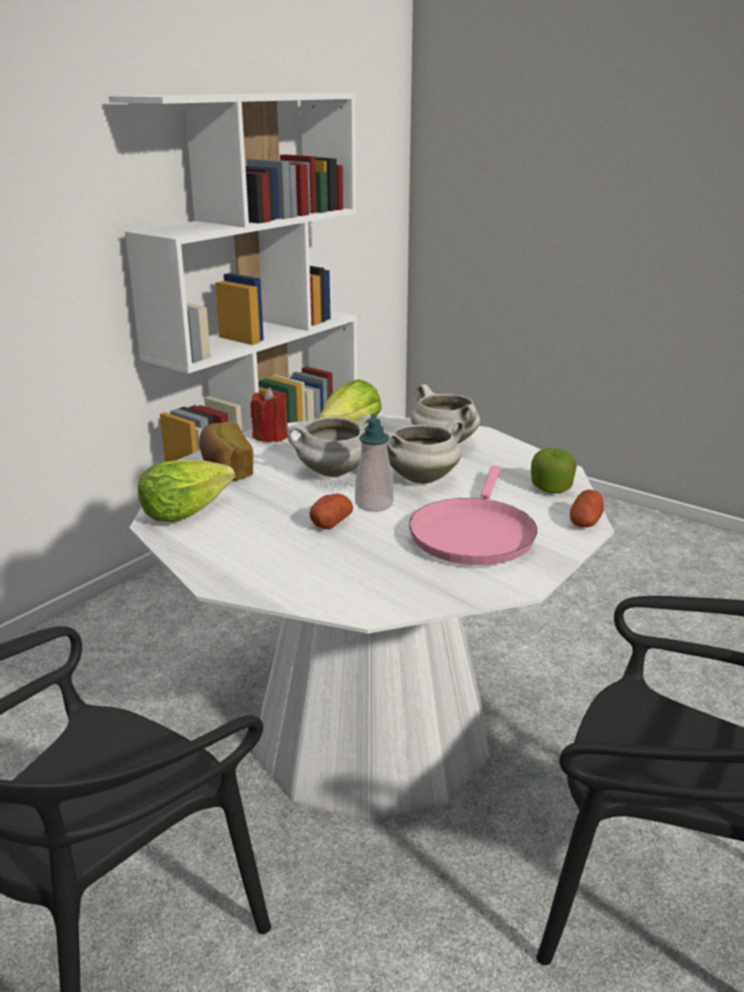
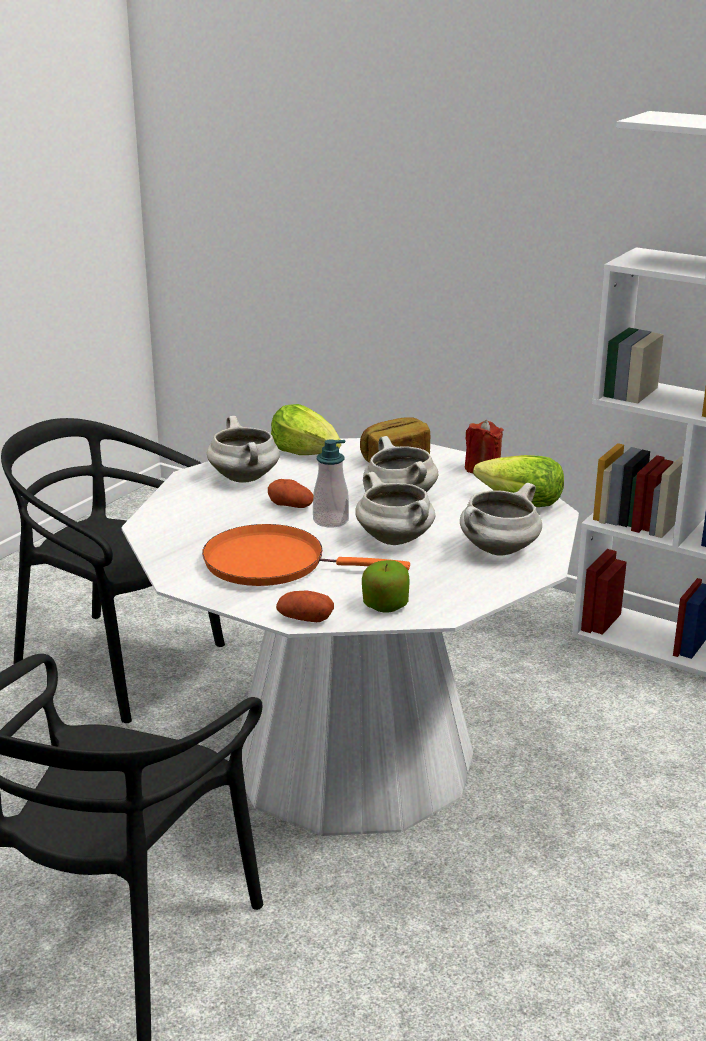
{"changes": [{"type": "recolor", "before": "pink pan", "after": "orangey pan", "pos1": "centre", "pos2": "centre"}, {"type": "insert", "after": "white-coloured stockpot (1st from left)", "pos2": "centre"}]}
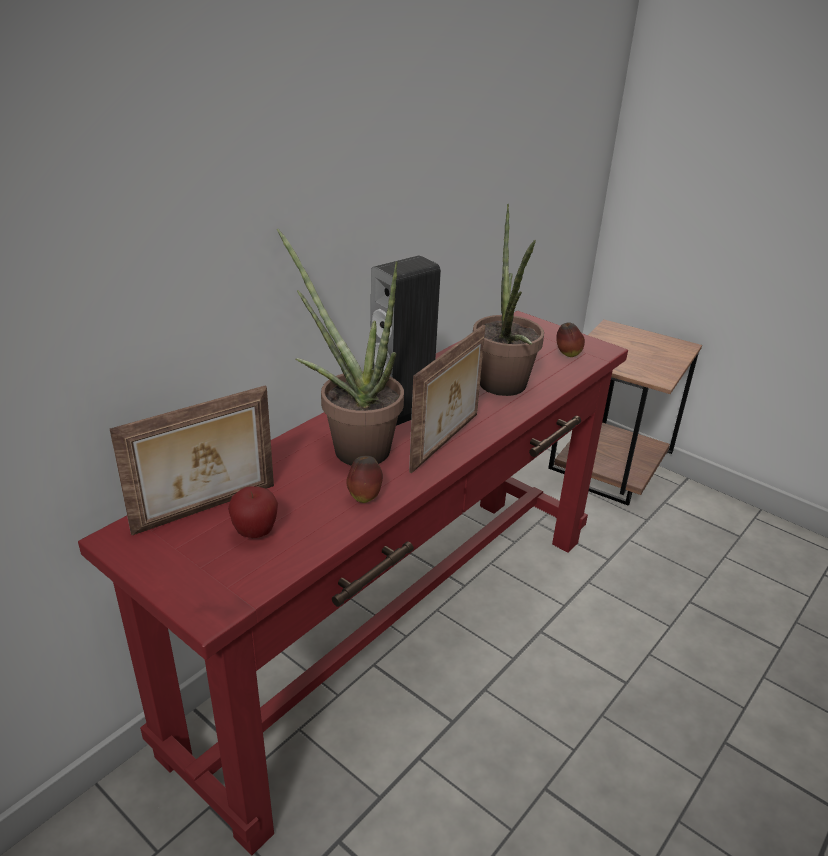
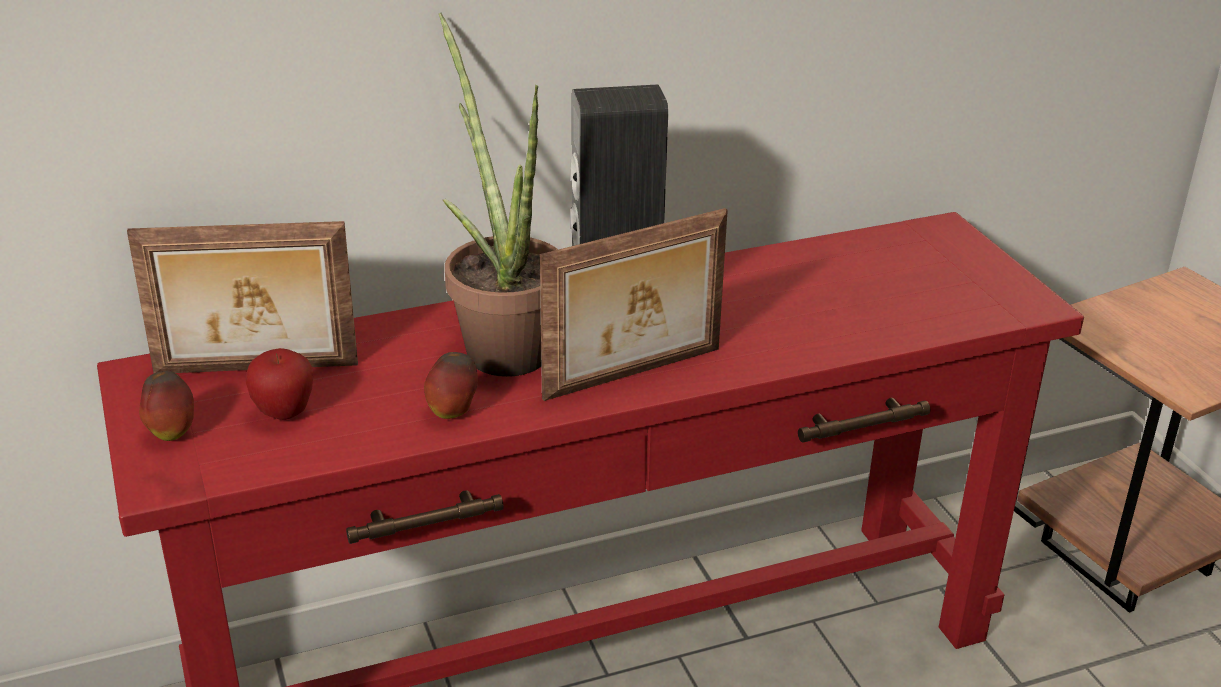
{"changes": [{"type": "move", "before": "apple (3rd from left in the first image)", "after": "apple (1st from left)", "pos1": "middle right", "pos2": "middle left"}, {"type": "delete", "before": "houseplant (2nd from left)", "pos1": "centre"}]}
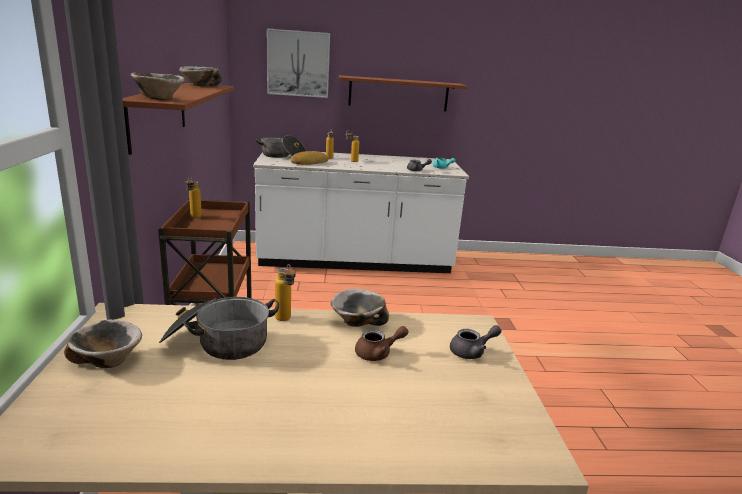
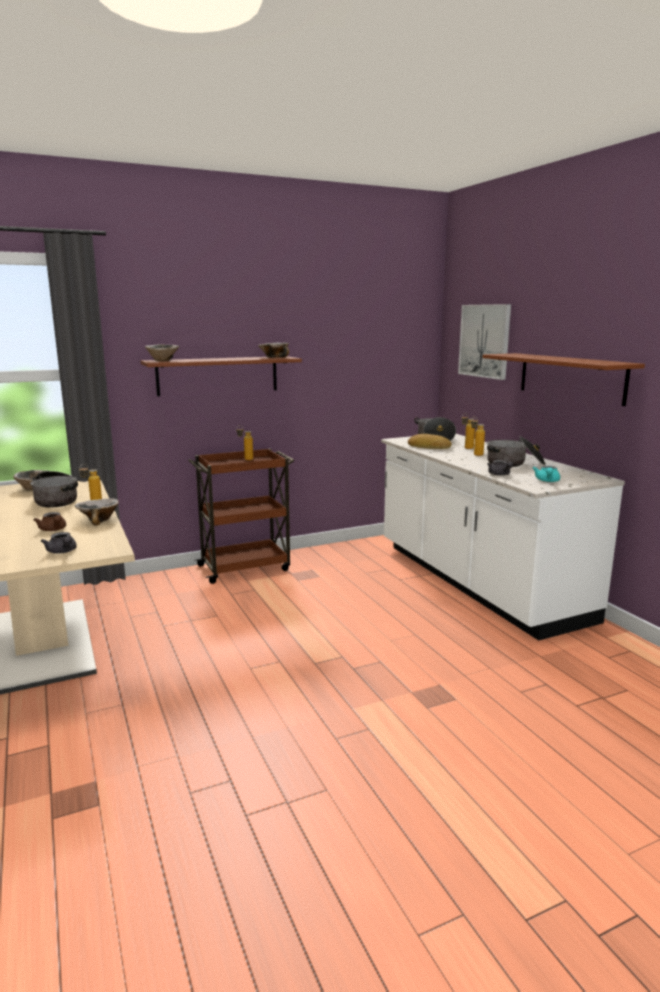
{"changes": [{"type": "insert", "after": "stockpot (3rd from left)", "pos2": "middle right"}]}
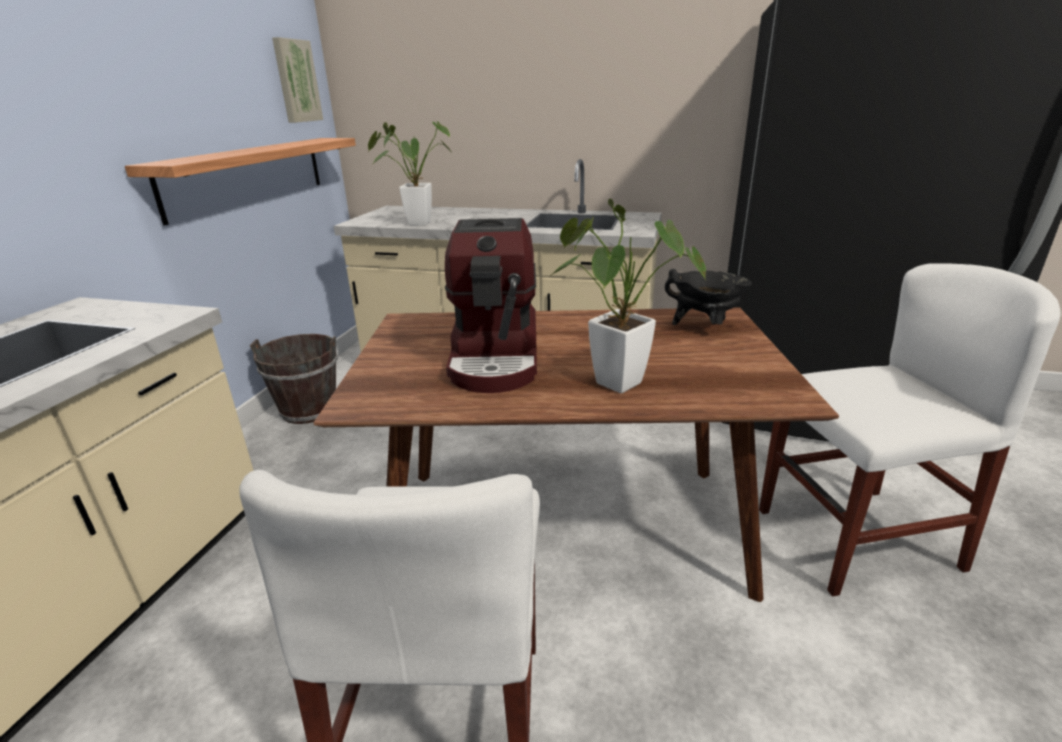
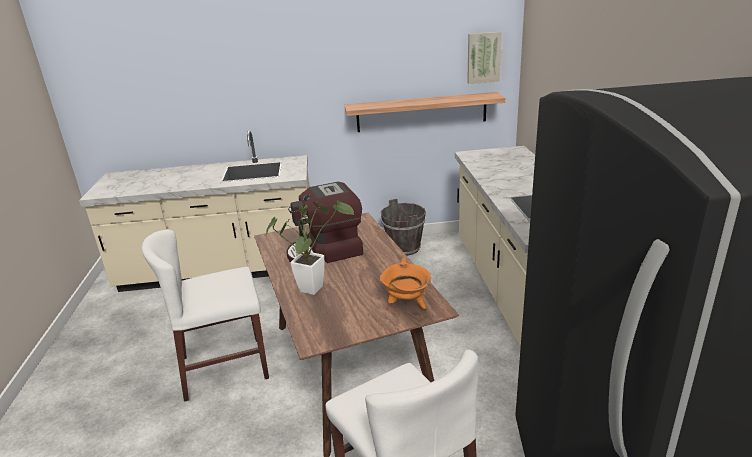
{"changes": [{"type": "recolor", "before": "black stockpot", "after": "orangey stockpot", "pos1": "middle right", "pos2": "centre"}, {"type": "delete", "before": "houseplant (1st from left)", "pos1": "top centre"}]}
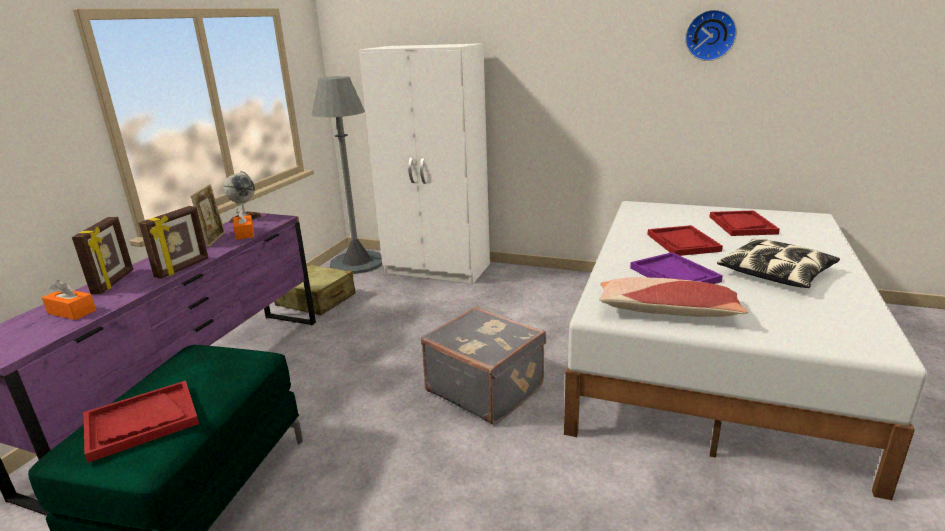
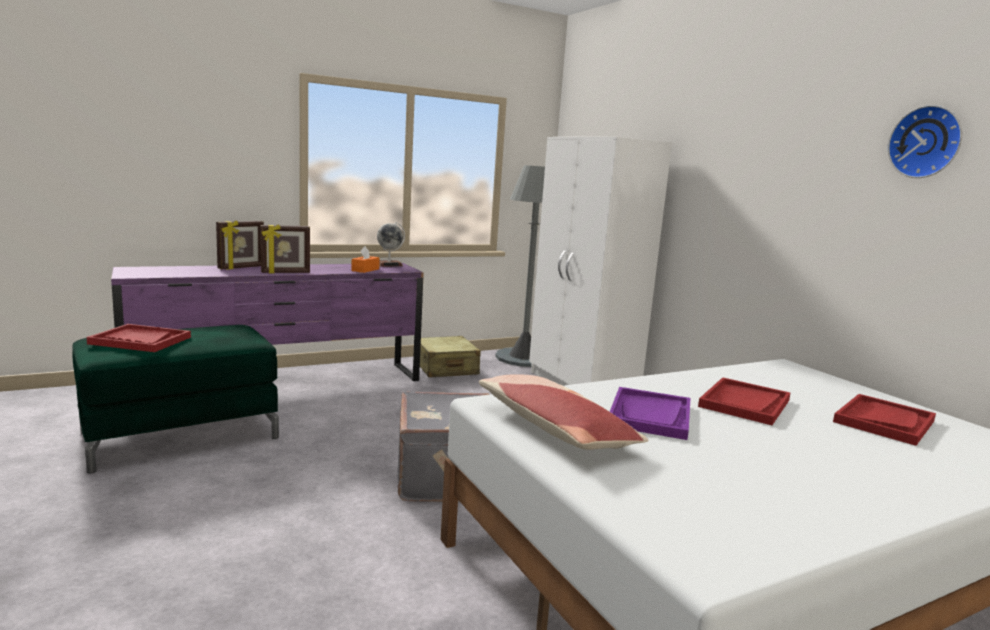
{"changes": [{"type": "delete", "before": "orangey tissue box (1st from left)", "pos1": "middle left"}, {"type": "delete", "before": "picture frame (3rd from left)", "pos1": "middle left"}, {"type": "delete", "before": "throw pillow (2nd from left)", "pos1": "middle right"}]}
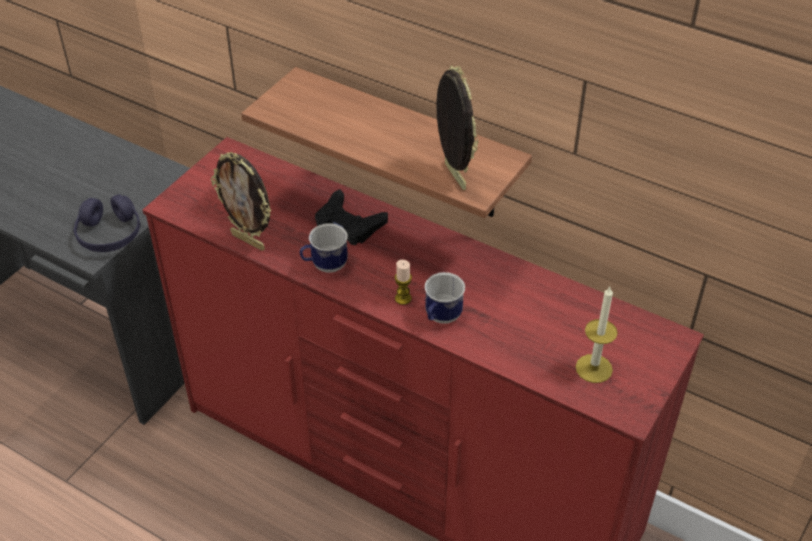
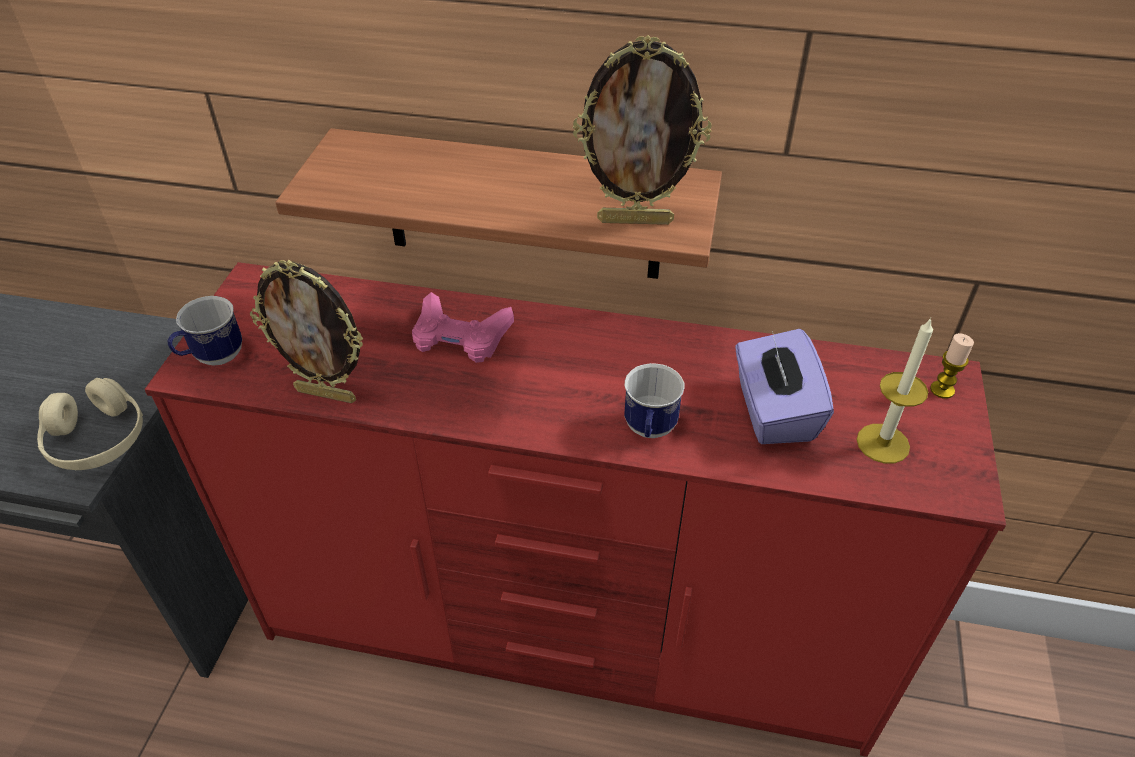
{"changes": [{"type": "recolor", "before": "purple pair of headphones", "after": "beige pair of headphones", "pos1": "middle left", "pos2": "middle left"}, {"type": "move", "before": "tea mug (1st from left)", "pos1": "centre", "pos2": "middle left"}, {"type": "recolor", "before": "black gamepad", "after": "pink gamepad", "pos1": "centre", "pos2": "centre"}, {"type": "rotate", "before": "picture frame (2nd from left)", "pos1": "top centre", "pos2": "top centre", "turn": 135}, {"type": "insert", "after": "purple tissue box", "pos2": "middle right"}, {"type": "move", "before": "wax light (1st from left in the first image)", "after": "wax light (2nd from left)", "pos1": "centre", "pos2": "middle right"}]}
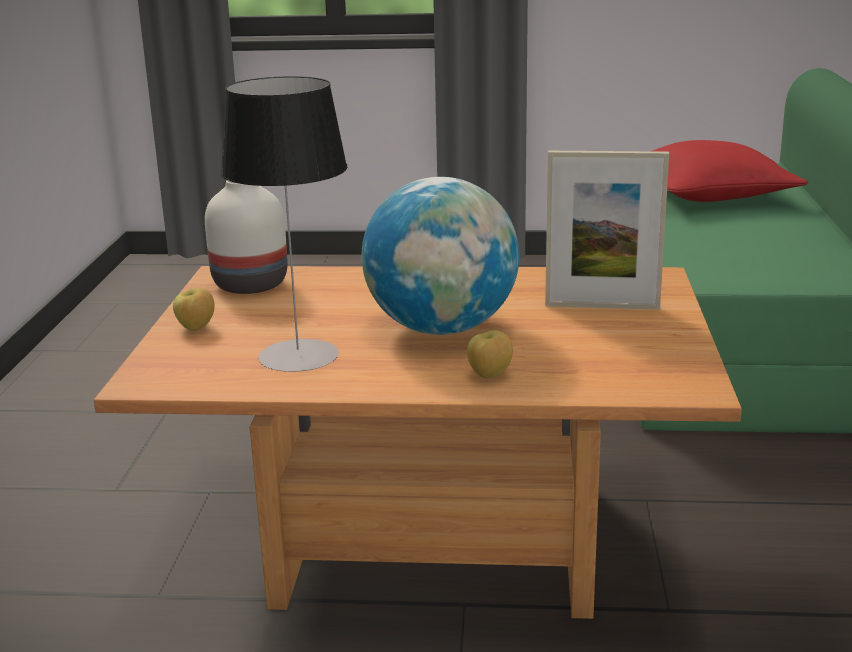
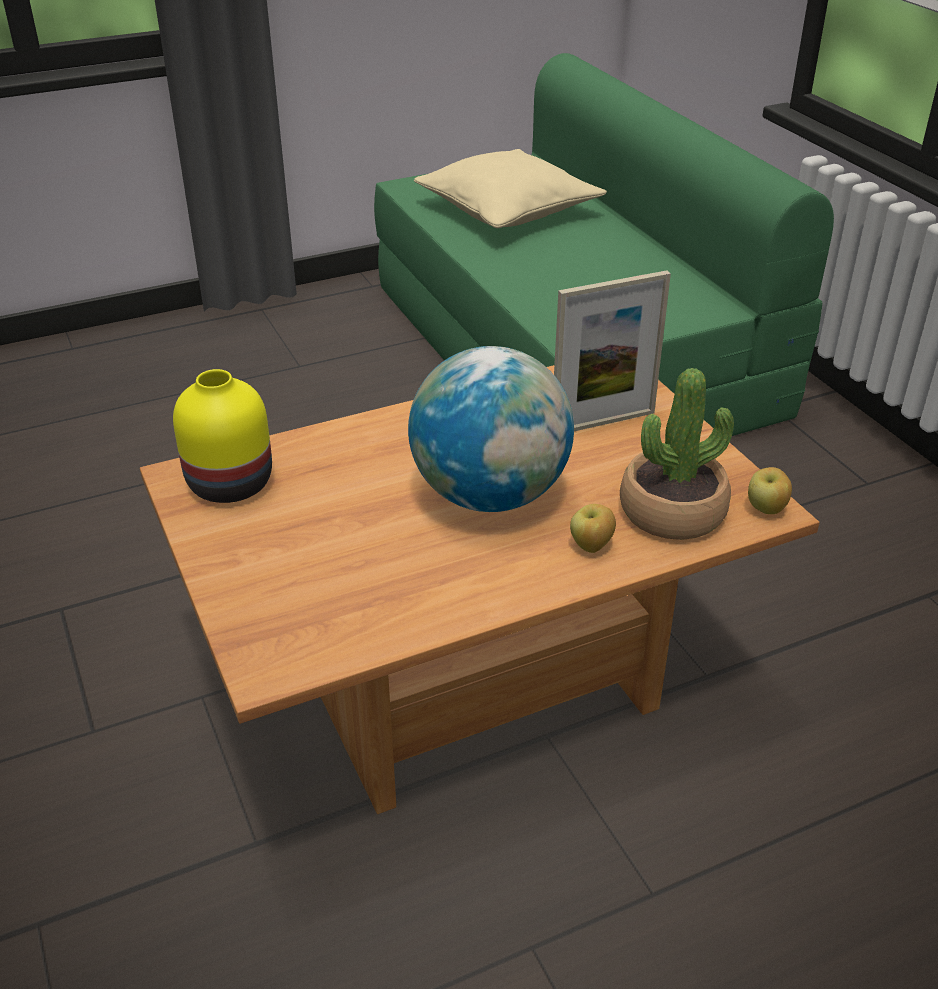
{"changes": [{"type": "recolor", "before": "white-coloured vase", "after": "yellowish vase", "pos1": "middle left", "pos2": "middle left"}, {"type": "recolor", "before": "red-coloured throw pillow", "after": "beige throw pillow", "pos1": "top right", "pos2": "top centre"}, {"type": "insert", "after": "houseplant", "pos2": "middle right"}, {"type": "move", "before": "apple (1st from left in the first image)", "after": "apple (2nd from left)", "pos1": "middle left", "pos2": "middle right"}, {"type": "delete", "before": "tabletop lamp", "pos1": "middle left"}]}
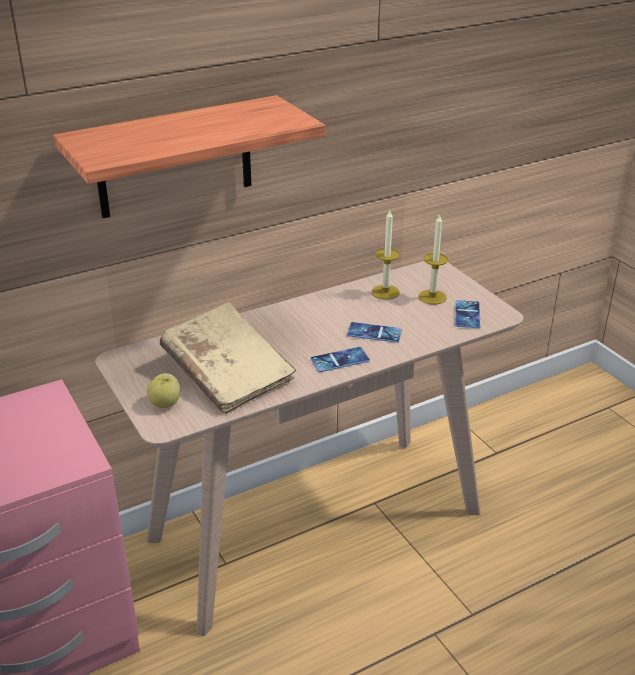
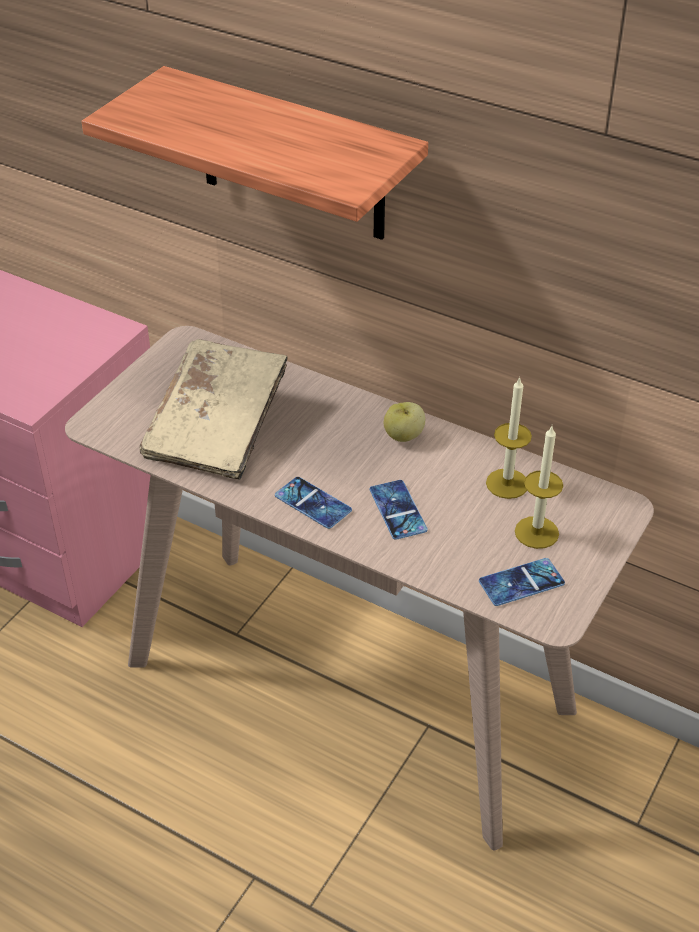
{"changes": [{"type": "move", "before": "apple", "pos1": "middle left", "pos2": "centre"}]}
